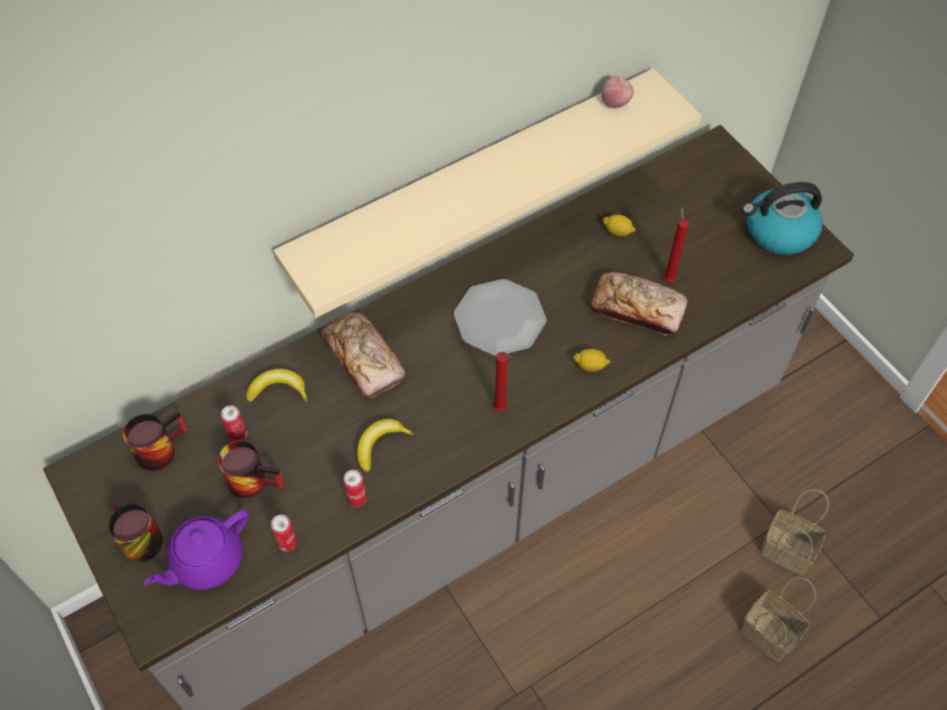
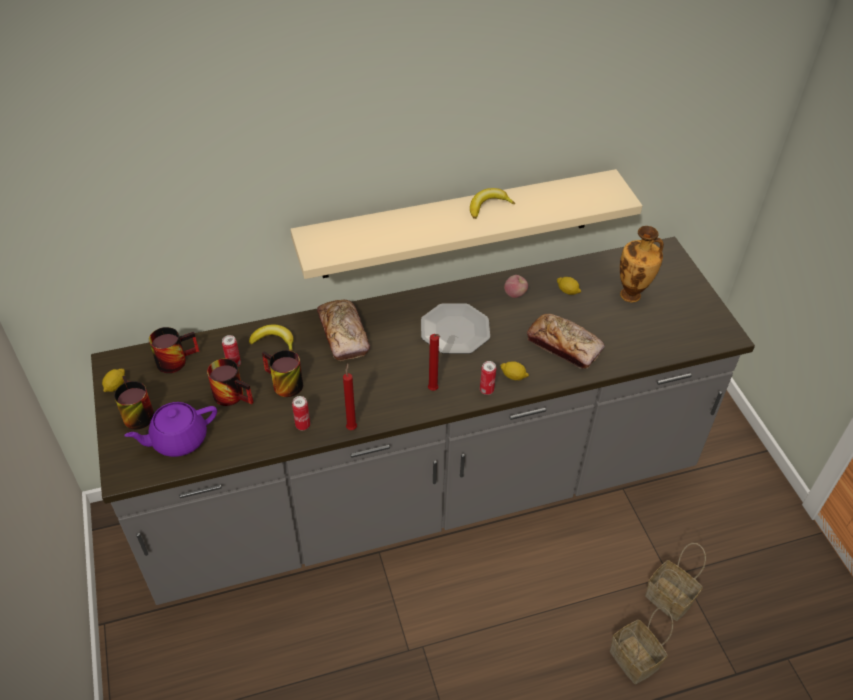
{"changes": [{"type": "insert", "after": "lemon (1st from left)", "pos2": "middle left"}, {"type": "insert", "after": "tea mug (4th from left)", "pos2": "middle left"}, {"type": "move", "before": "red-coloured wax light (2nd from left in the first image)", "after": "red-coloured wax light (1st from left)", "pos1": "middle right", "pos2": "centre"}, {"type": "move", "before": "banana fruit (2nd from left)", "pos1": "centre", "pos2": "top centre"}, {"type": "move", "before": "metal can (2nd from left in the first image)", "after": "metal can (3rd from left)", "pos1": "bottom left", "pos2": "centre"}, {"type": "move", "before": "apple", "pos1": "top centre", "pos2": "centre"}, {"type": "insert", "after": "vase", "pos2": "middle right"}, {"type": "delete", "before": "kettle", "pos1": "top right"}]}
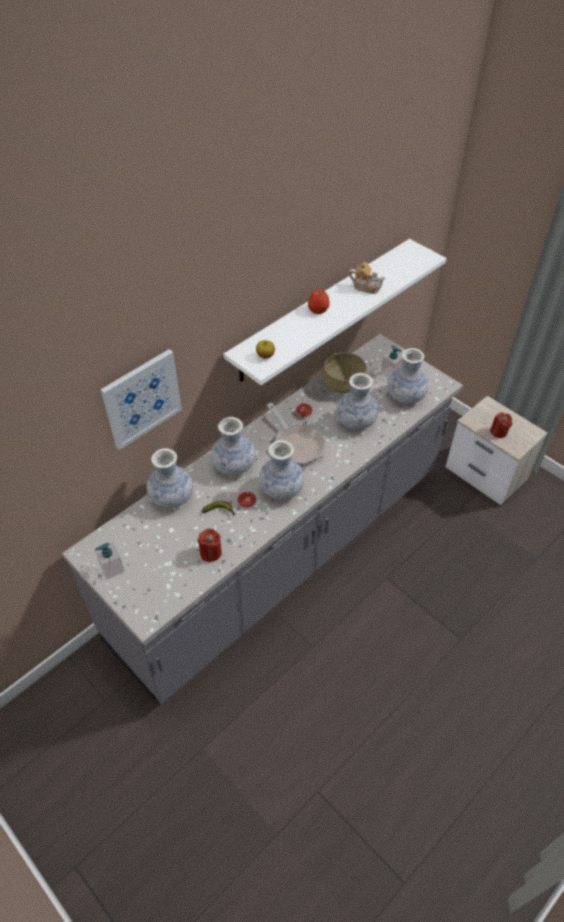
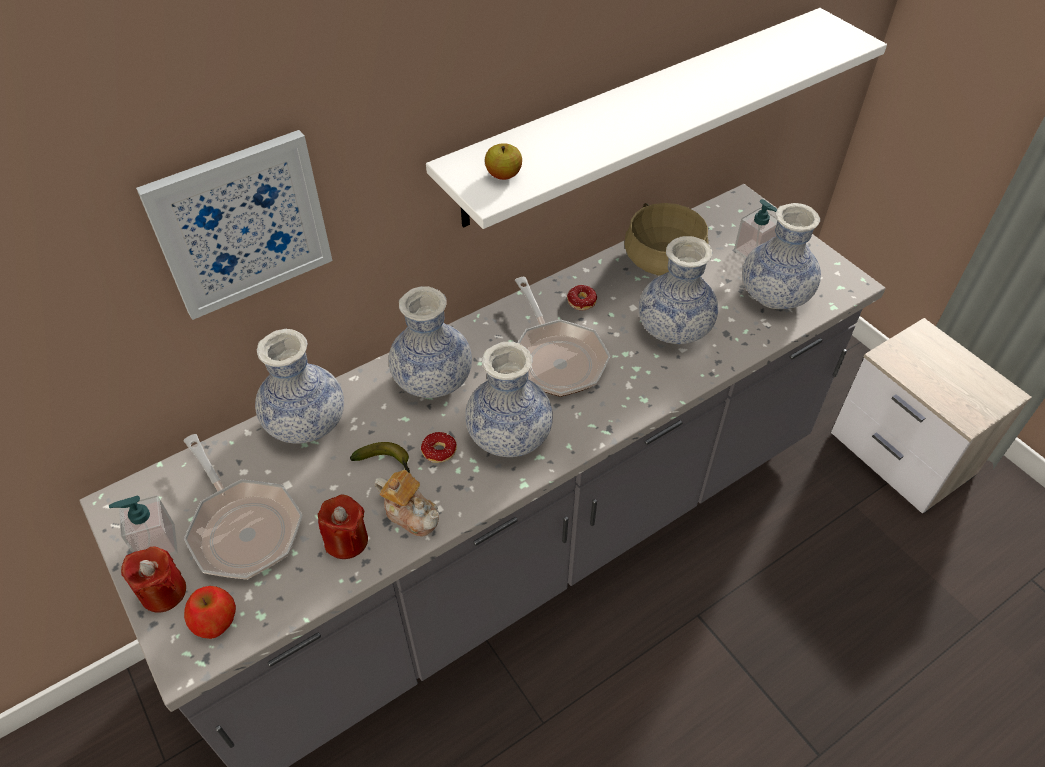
{"changes": [{"type": "move", "before": "red-coloured wax light (2nd from left in the first image)", "after": "red-coloured wax light (1st from left)", "pos1": "middle right", "pos2": "bottom left"}, {"type": "insert", "after": "pan (1st from left)", "pos2": "middle left"}, {"type": "move", "before": "apple (2nd from left in the first image)", "after": "apple (1st from left)", "pos1": "top centre", "pos2": "bottom left"}, {"type": "move", "before": "tea pot", "pos1": "top centre", "pos2": "centre"}]}
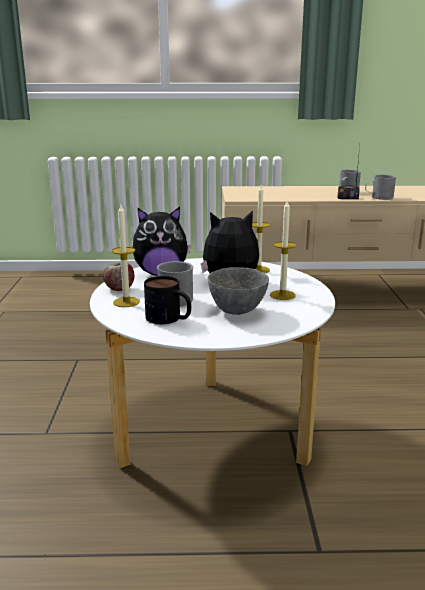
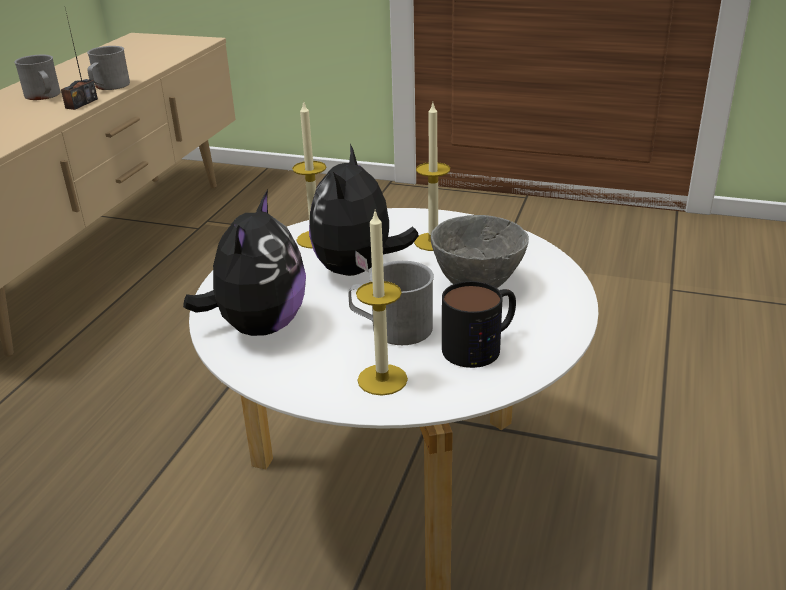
{"changes": [{"type": "delete", "before": "apple", "pos1": "middle left"}]}
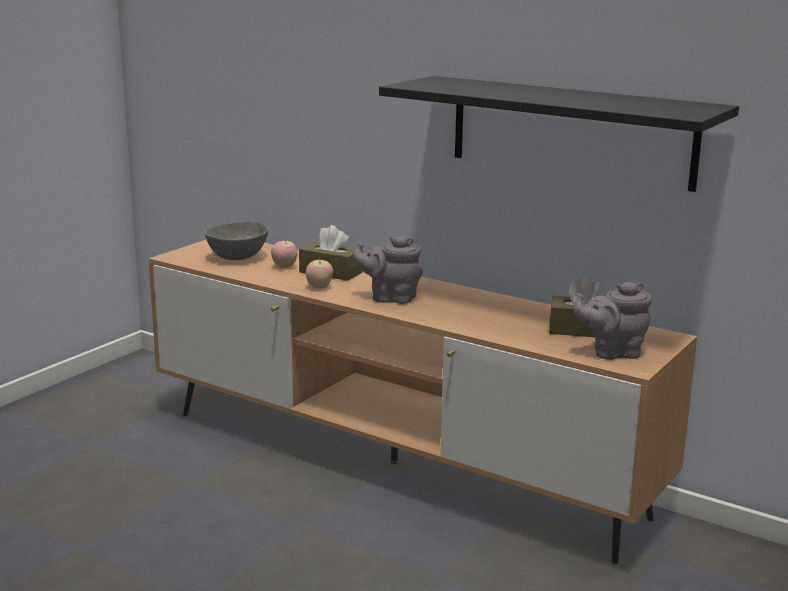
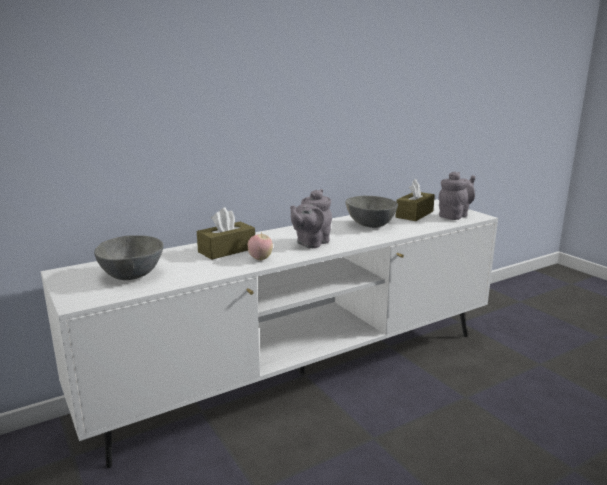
{"changes": [{"type": "recolor", "before": "brownish media console", "after": "white-coloured media console", "pos1": "bottom centre", "pos2": "bottom centre"}, {"type": "insert", "after": "grey serving bowl (2nd from left)", "pos2": "centre"}, {"type": "rotate", "before": "grey tea pot (2nd from left)", "pos1": "middle right", "pos2": "middle right", "turn": -150}, {"type": "delete", "before": "apple (1st from left)", "pos1": "centre"}, {"type": "delete", "before": "black shelf", "pos1": "top right"}]}
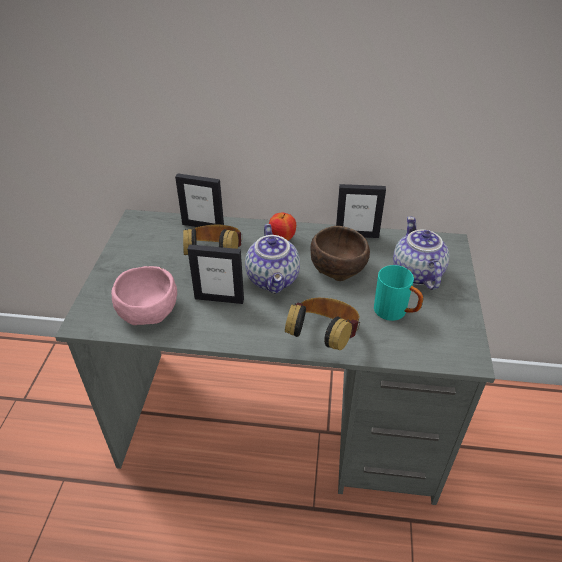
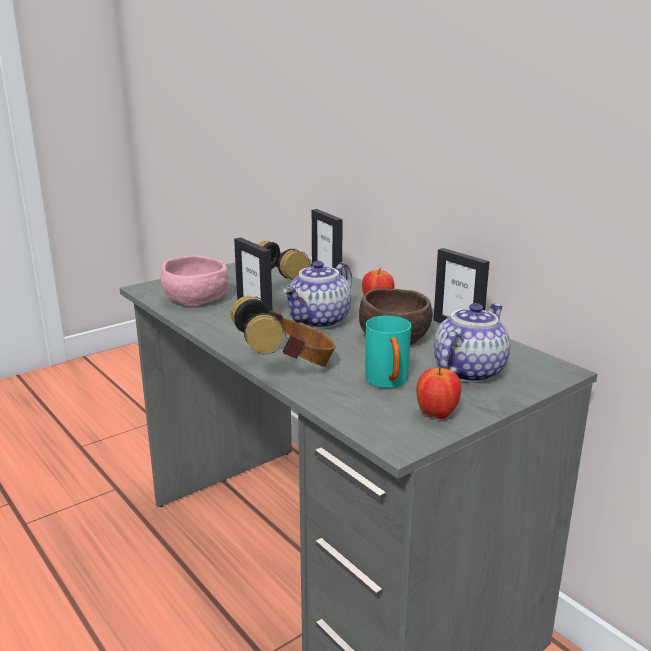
{"changes": [{"type": "insert", "after": "apple (2nd from left)", "pos2": "middle right"}]}
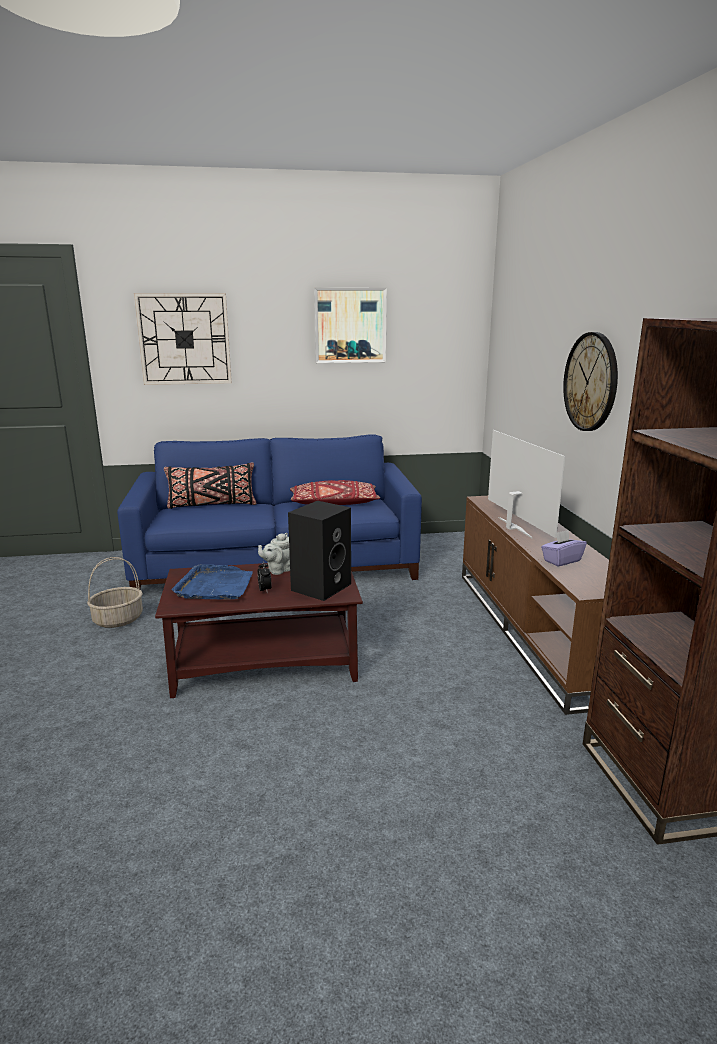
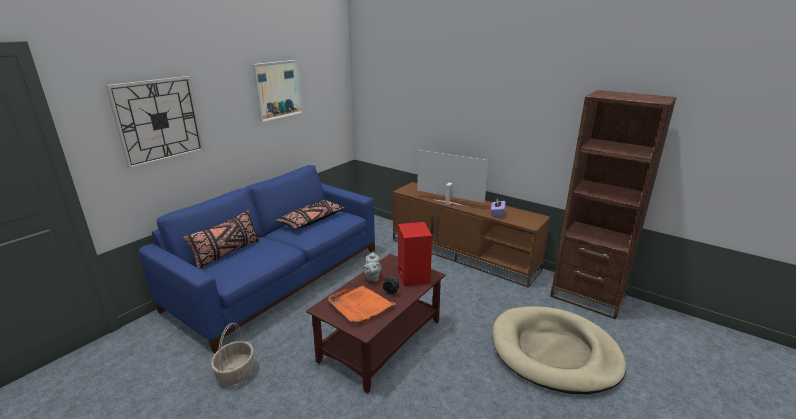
{"changes": [{"type": "recolor", "before": "red-coloured throw pillow", "after": "black throw pillow (2nd from left)", "pos1": "centre", "pos2": "centre"}, {"type": "recolor", "before": "blue-coloured tray", "after": "orangey tray", "pos1": "middle left", "pos2": "bottom centre"}, {"type": "recolor", "before": "black loudspeaker", "after": "red-coloured loudspeaker", "pos1": "centre", "pos2": "centre"}, {"type": "insert", "after": "beige pet bed", "pos2": "bottom right"}, {"type": "delete", "before": "clock on the wall (2nd from left)", "pos1": "middle right"}]}
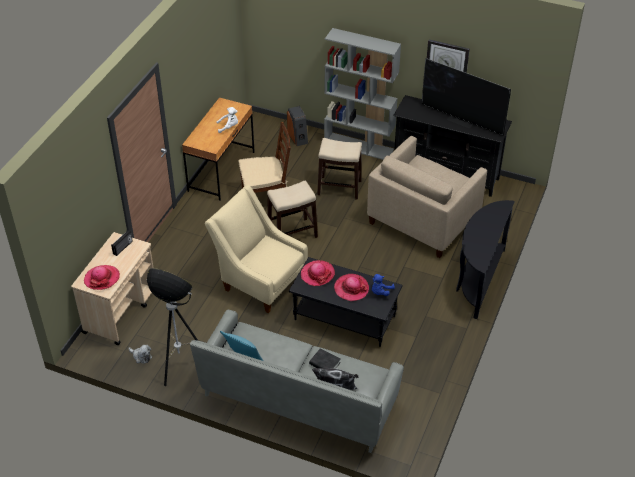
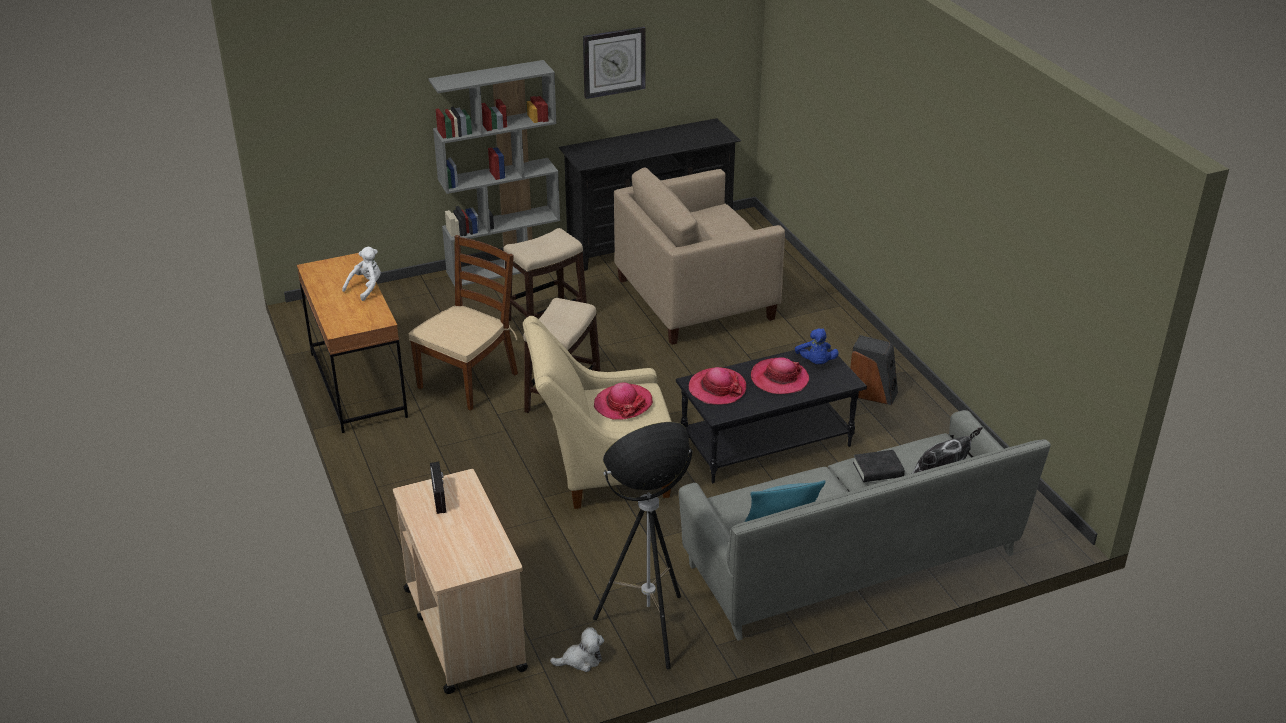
{"changes": [{"type": "move", "before": "wearable hat (1st from left)", "pos1": "middle left", "pos2": "centre"}, {"type": "rotate", "before": "beige lounge chair (2nd from left)", "pos1": "middle right", "pos2": "centre", "turn": 75}, {"type": "move", "before": "loudspeaker", "pos1": "top centre", "pos2": "middle right"}, {"type": "delete", "before": "television", "pos1": "top right"}, {"type": "delete", "before": "black narrow table", "pos1": "middle right"}]}
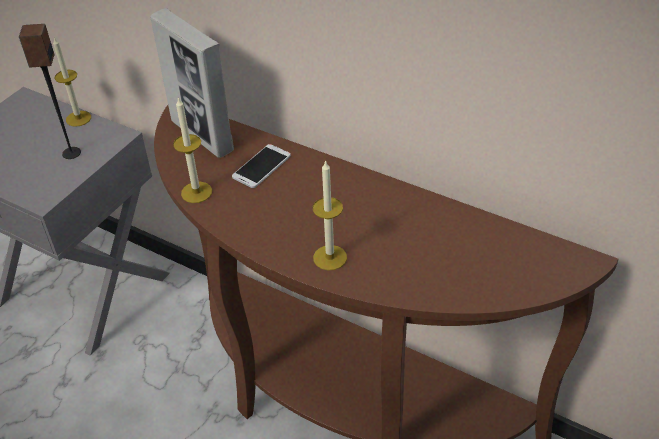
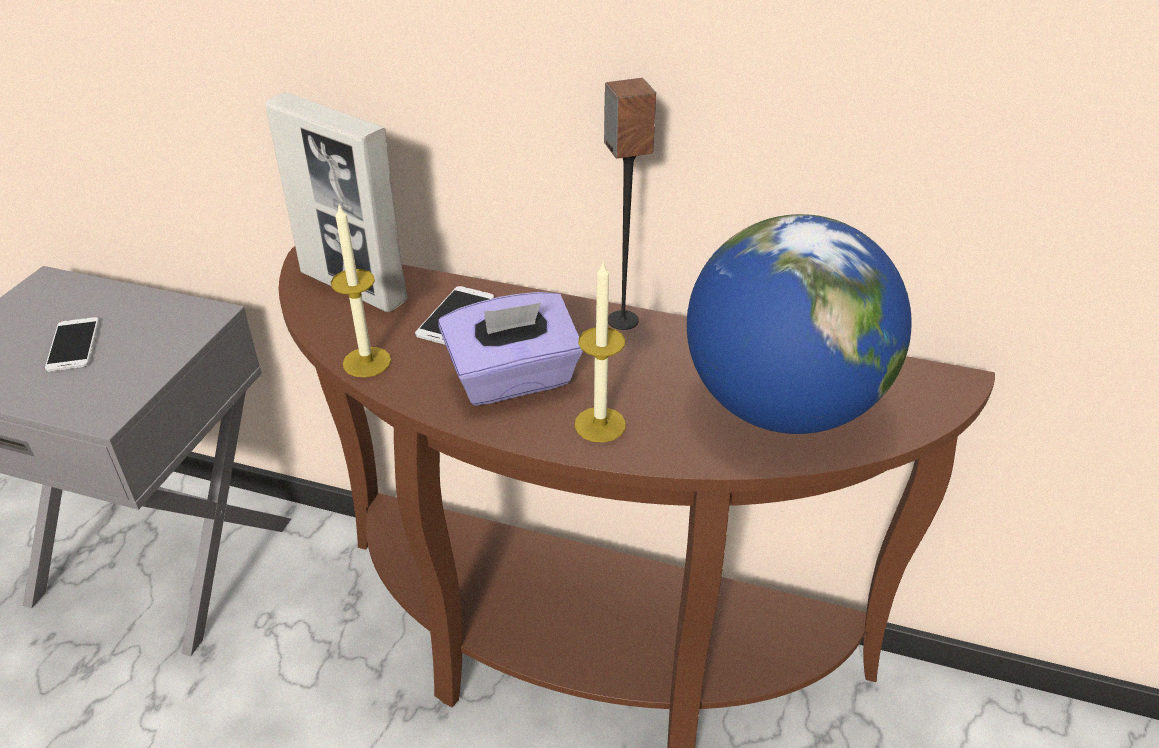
{"changes": [{"type": "insert", "after": "phone (1st from left)", "pos2": "middle left"}, {"type": "insert", "after": "purple tissue box", "pos2": "centre"}, {"type": "move", "before": "loudspeaker", "pos1": "top left", "pos2": "top centre"}, {"type": "insert", "after": "desk globe", "pos2": "middle right"}, {"type": "delete", "before": "wax light (1st from left)", "pos1": "top left"}]}
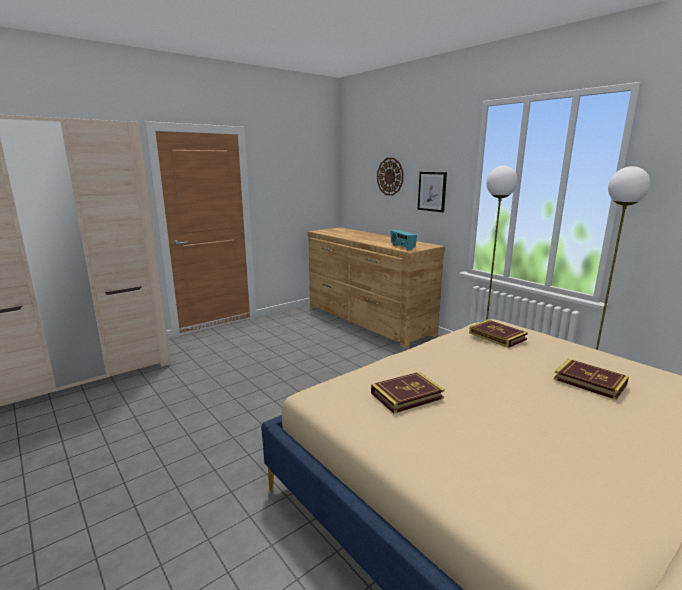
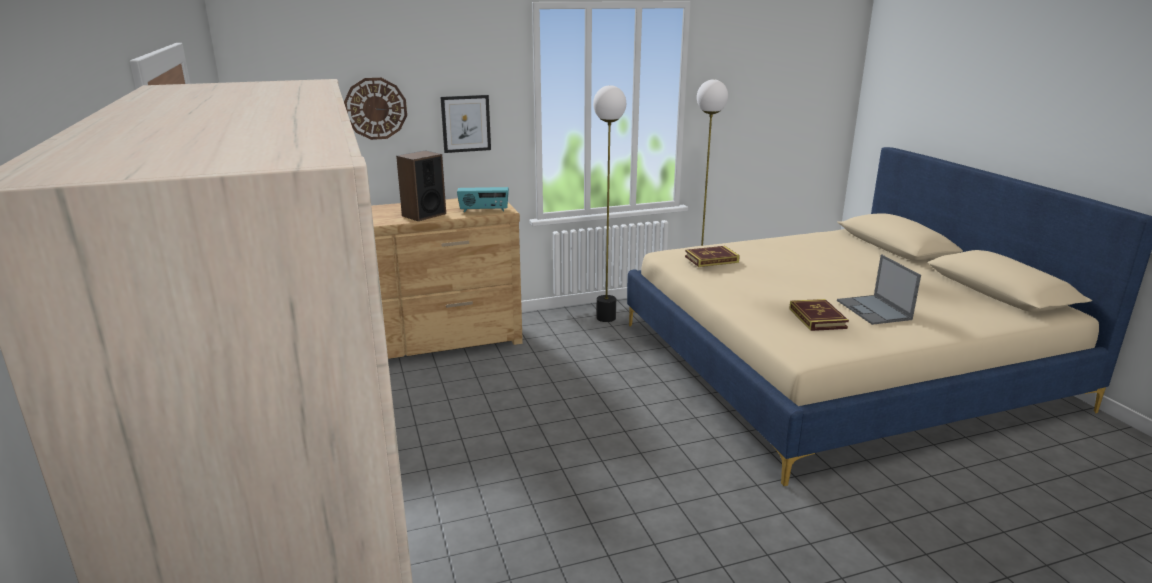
{"changes": [{"type": "insert", "after": "loudspeaker", "pos2": "top centre"}, {"type": "insert", "after": "notebook computer", "pos2": "middle right"}, {"type": "delete", "before": "volume (3rd from left)", "pos1": "middle right"}]}
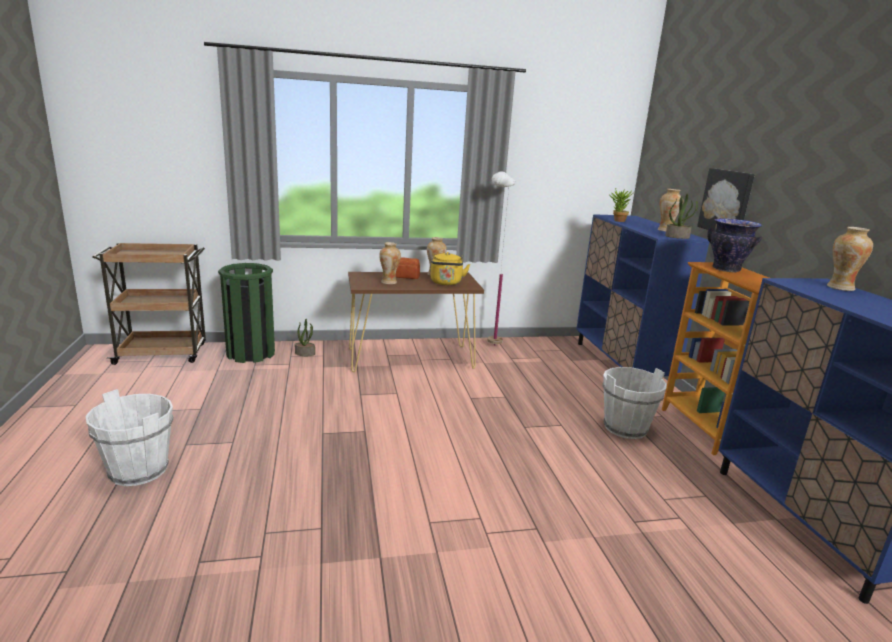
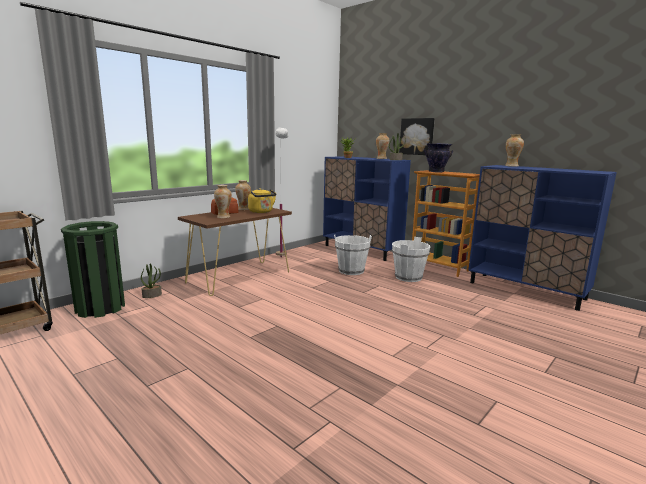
{"changes": [{"type": "move", "before": "white-coloured water bucket (1st from left)", "pos1": "bottom left", "pos2": "centre"}]}
